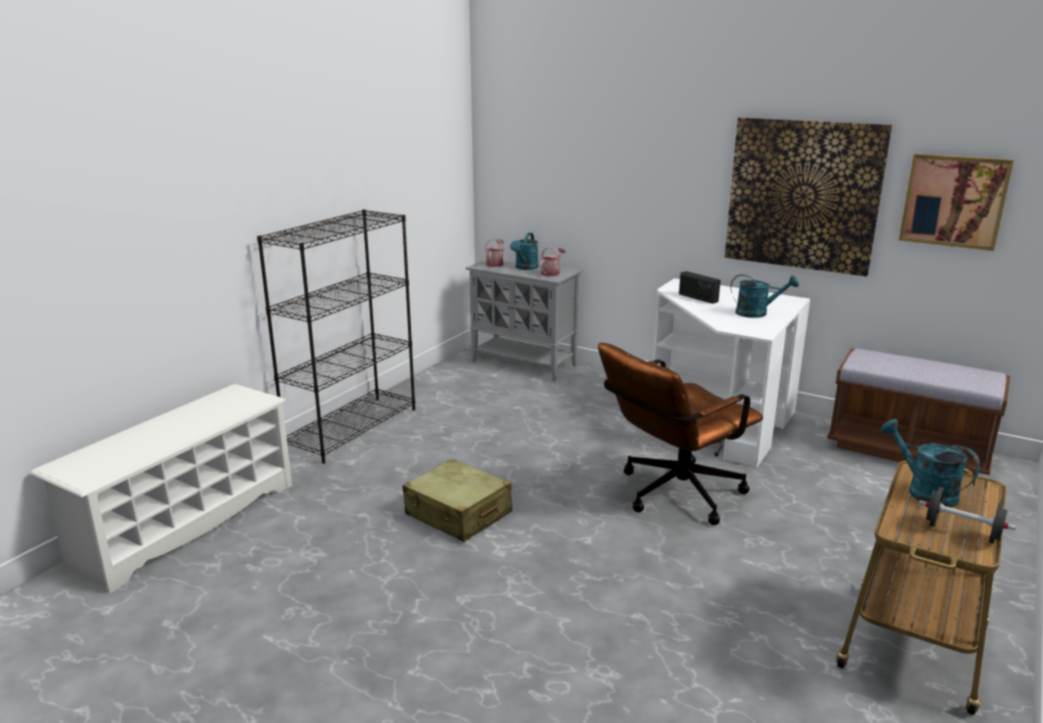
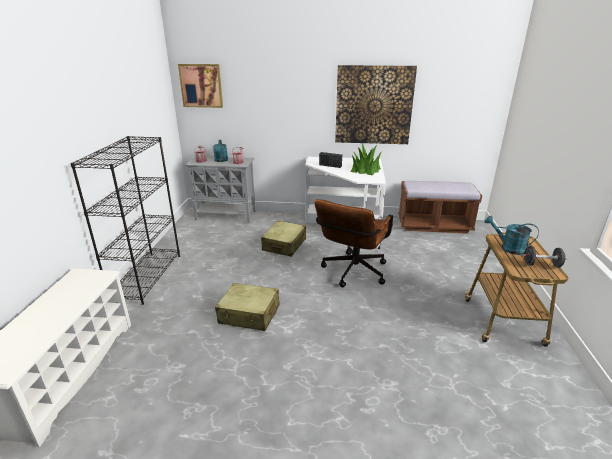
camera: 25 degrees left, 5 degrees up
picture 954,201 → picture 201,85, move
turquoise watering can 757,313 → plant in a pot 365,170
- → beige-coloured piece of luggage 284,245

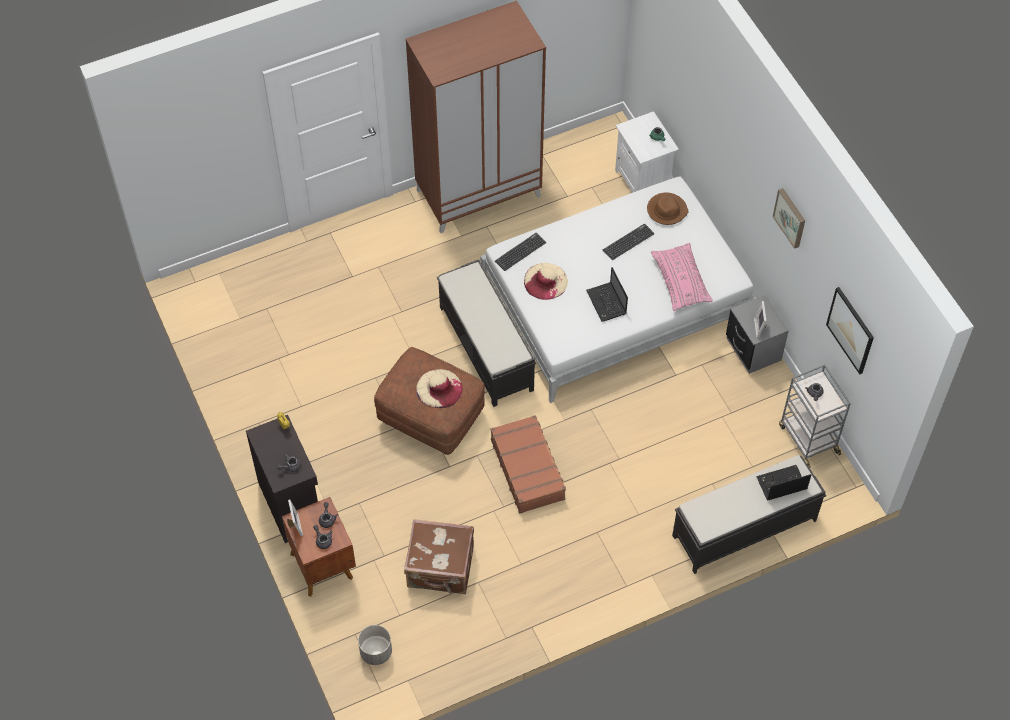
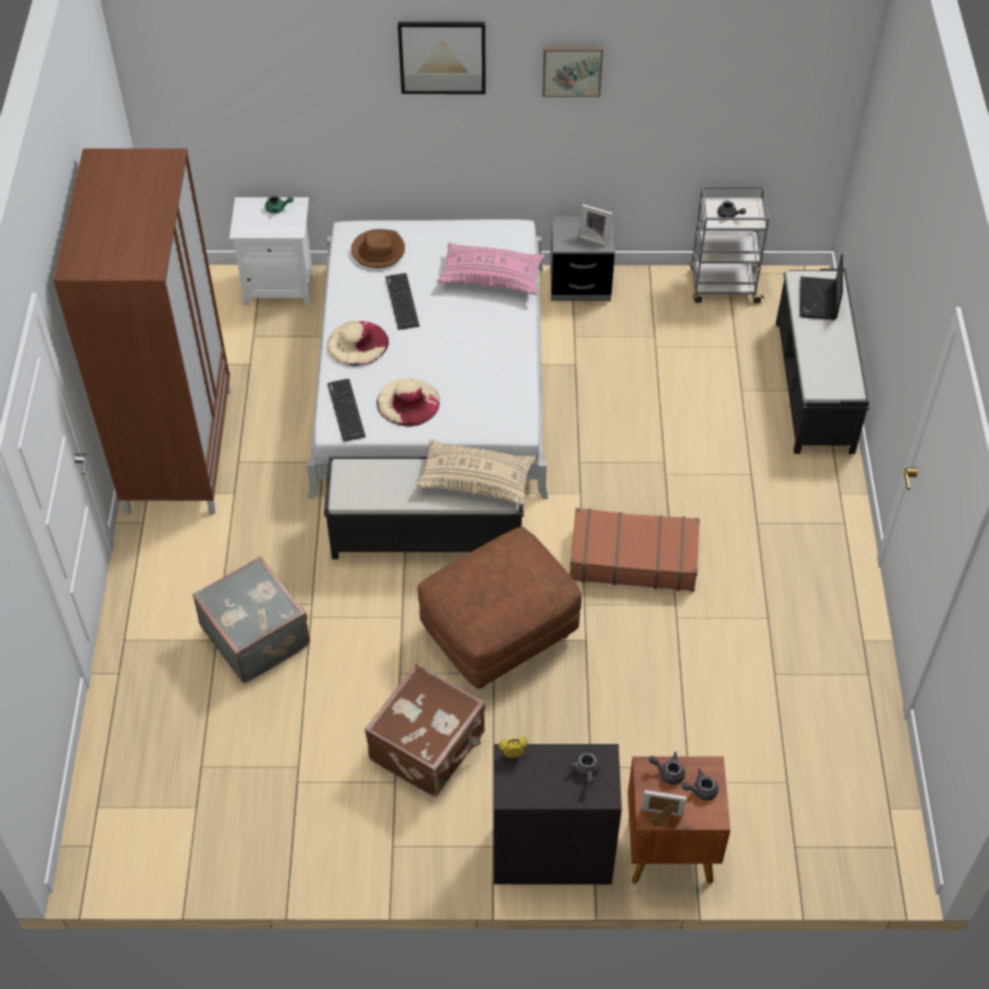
camera: 65 degrees left, 5 degrees down
portable computer 607,303 → -
picture 850,330 → picture 442,57, move
beige-coloured clothing hat 439,388 → beige-coloured clothing hat 357,343, move
brown piece of luggage 440,568 → brown piece of luggage 429,747, move
grey flower pot 375,652 → -
- → beige-coloured cushion 476,481
- → grey piece of luggage 257,635

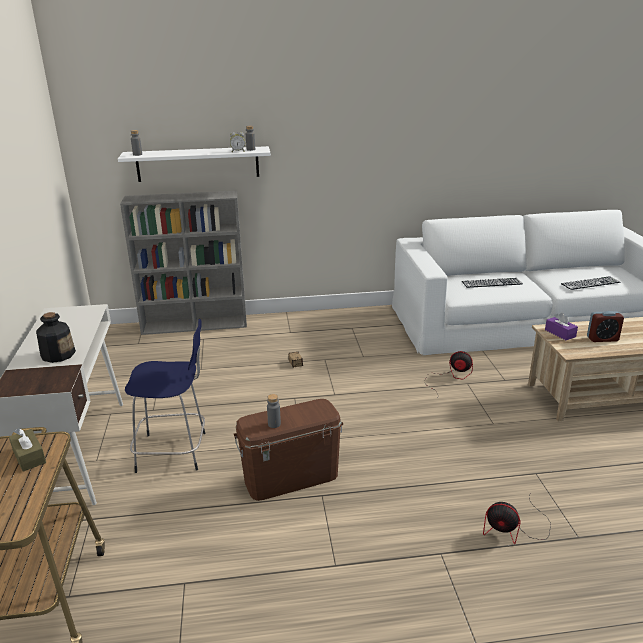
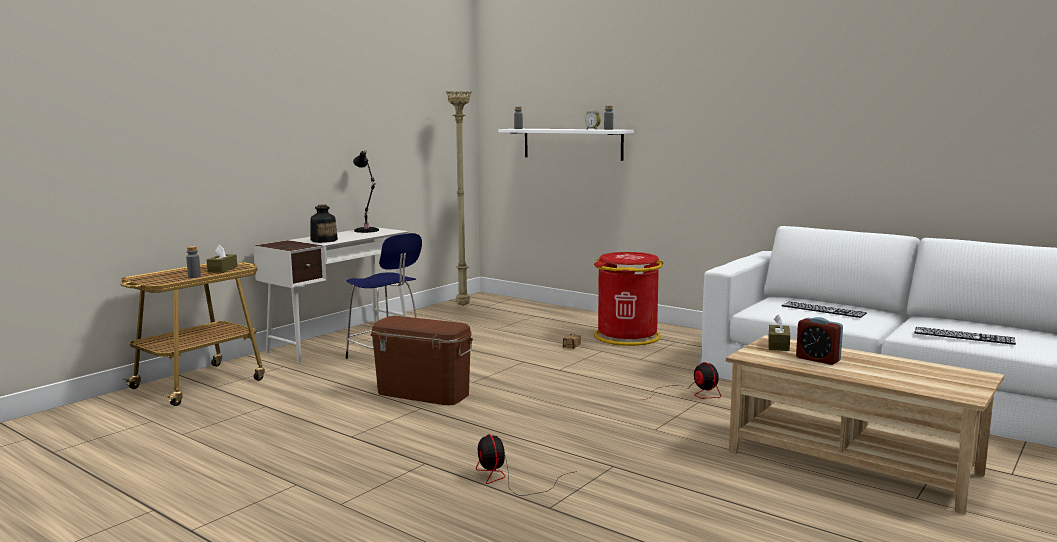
camera: 45 degrees right, 15 degrees down
grey bookcase 196,324 → -
purplish tissue holder 560,333 → brown tissue holder 778,345
grey drink bottle 274,424 → grey drink bottle 194,276, move
- → beige-coloured standing lamp 464,305
- → black tabletop lamp 367,231
- → reddish rubbish bin 627,336

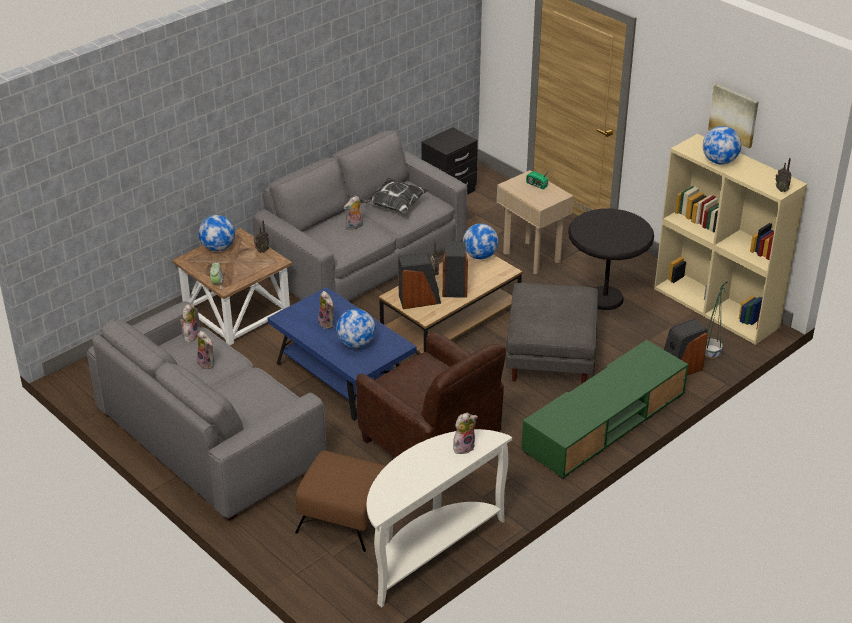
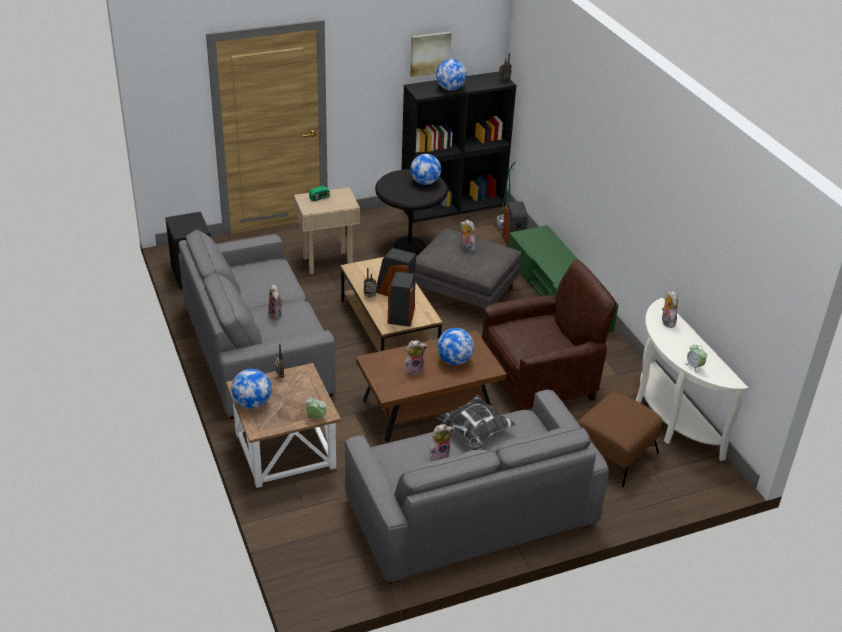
camera: 70 degrees left, 0 degrees up
beige-coloured bookcase 717,307 → black bookcase 453,205
cushion 394,206 → cushion 475,432, move
desk globe 480,256 → desk globe 425,182, move
bluish low table 342,377 → brown low table 428,408
soft toy 190,336 → soft toy 466,247, move
- → alarm clock 694,366

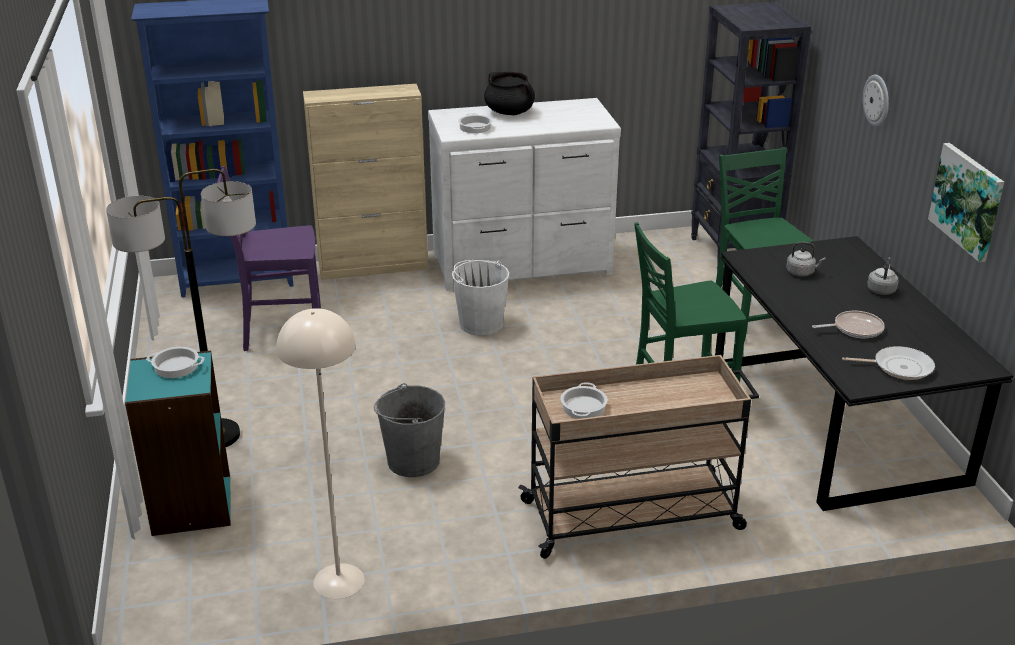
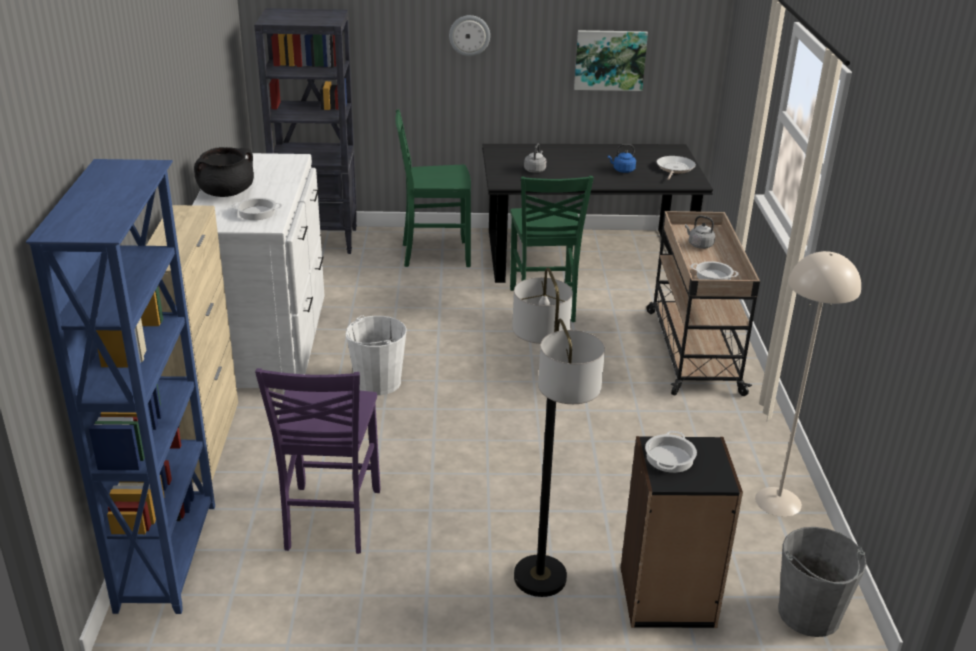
camera: 80 degrees left, 0 degrees up
grey water kettle 881,290 → grey water kettle 699,245, move
frying pan 855,329 → bluish water kettle 622,170
turquoise bookcase 190,506 → black bookcase 667,597
grey pail 413,461 → grey pail 809,614, move

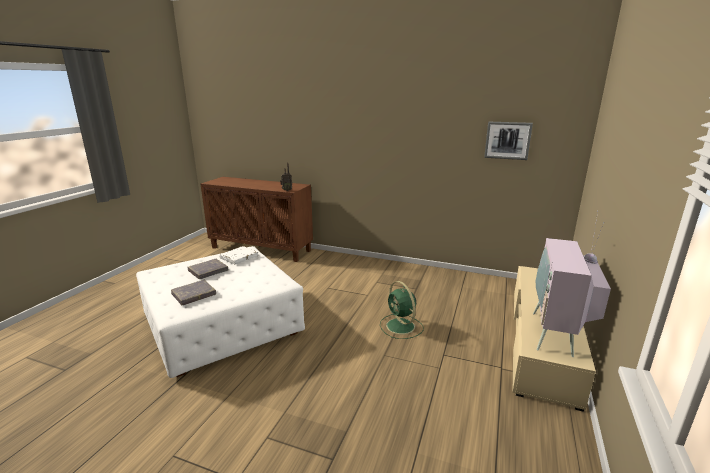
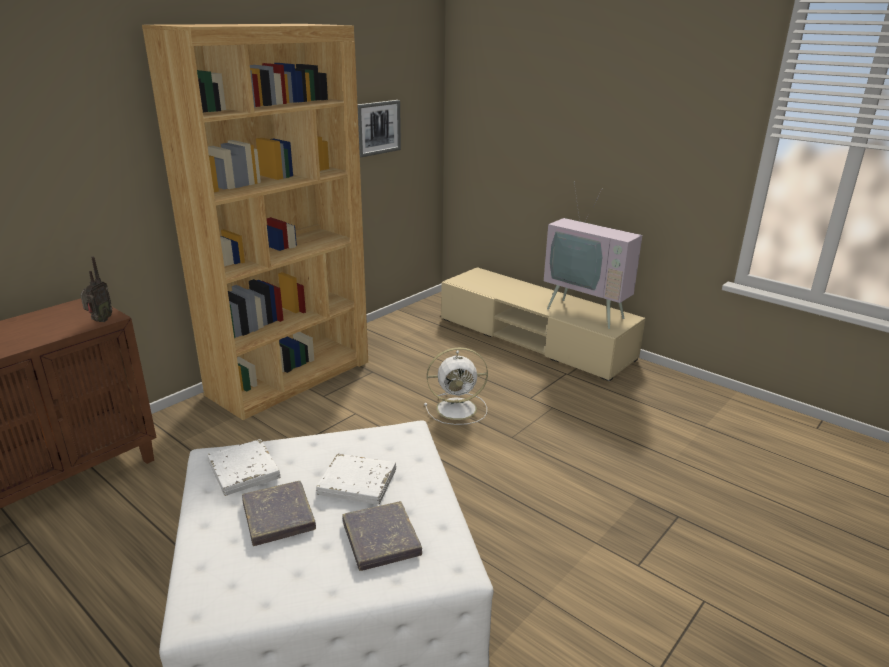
camera: 70 degrees left, 5 degrees up
greenish fan 401,327 → whitish fan 458,409
- → brown bookcase 290,377
- → whitish volume 357,483

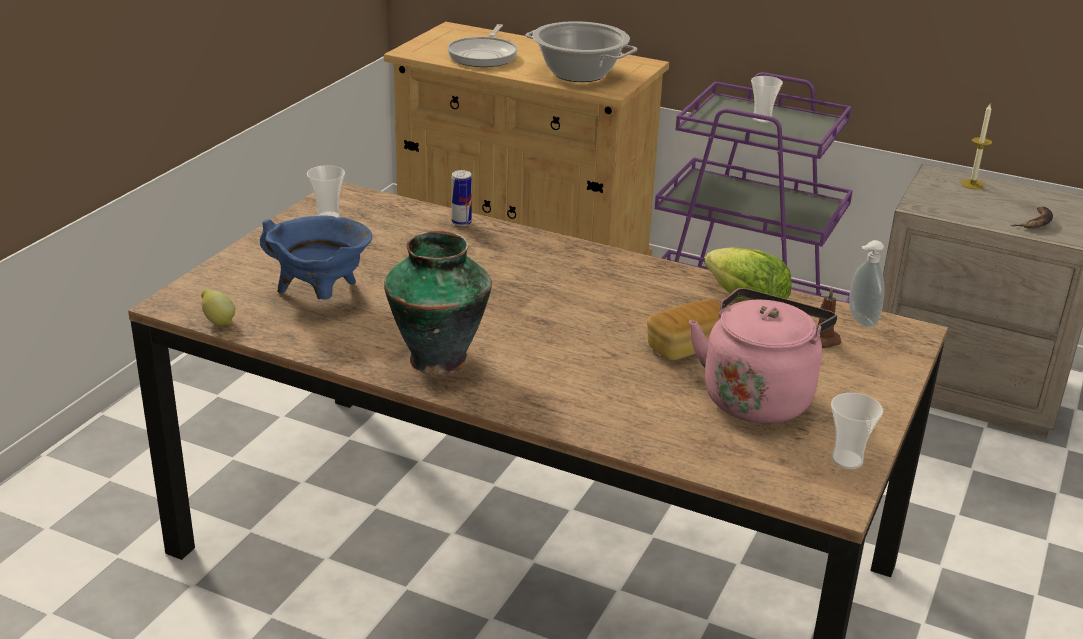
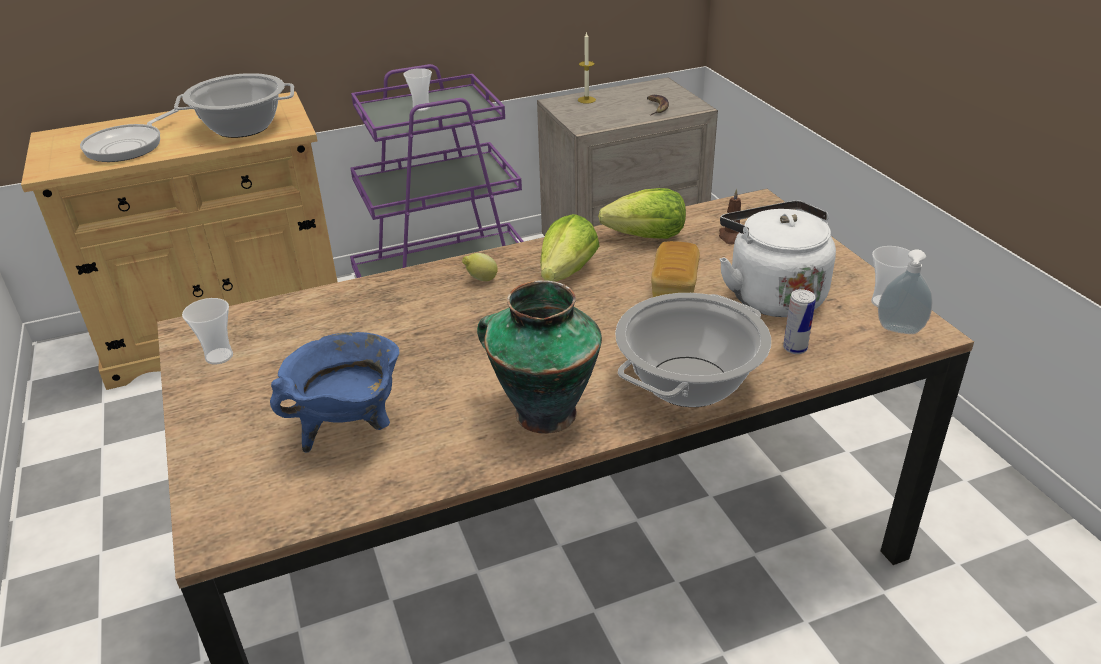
camera: 45 degrees left, 5 degrees up
frying pan 484,55 → frying pan 128,146, 60 degrees clockwise
can 461,222 → can 795,348, move
soap bottle 860,320 → soap bottle 899,331, move
pink water kettle 758,396 → whitish water kettle 772,295
lemon 218,322 → lemon 481,280, move
- → head of lettuce 567,273
- → cooking pot 689,383

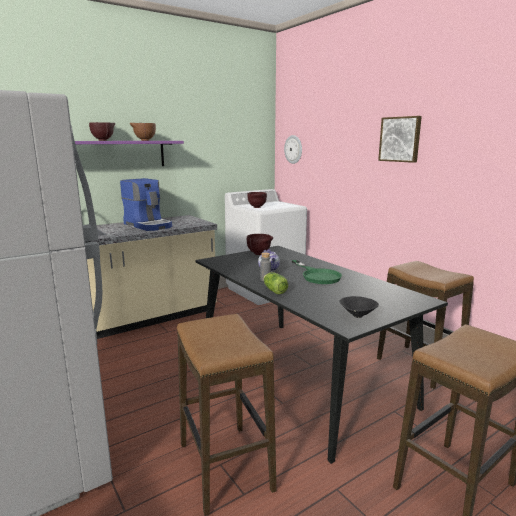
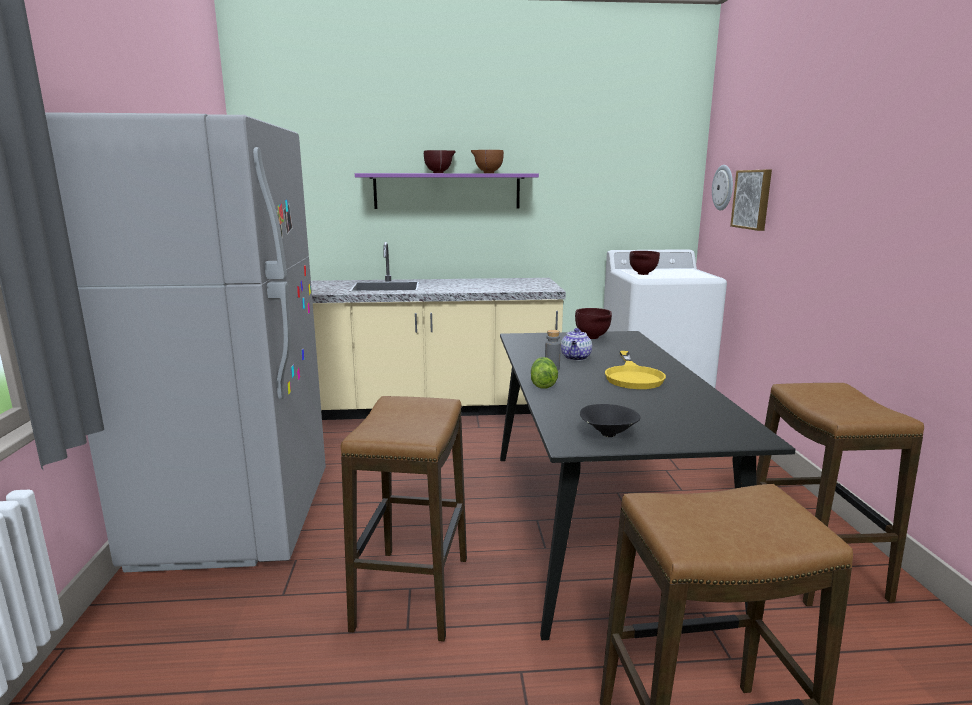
camera: 30 degrees right, 0 degrees up
picture 400,139 → picture 753,199, move
coffee brewer 148,225 → -
greenish frying pan 317,276 → yellow-coloured frying pan 633,376

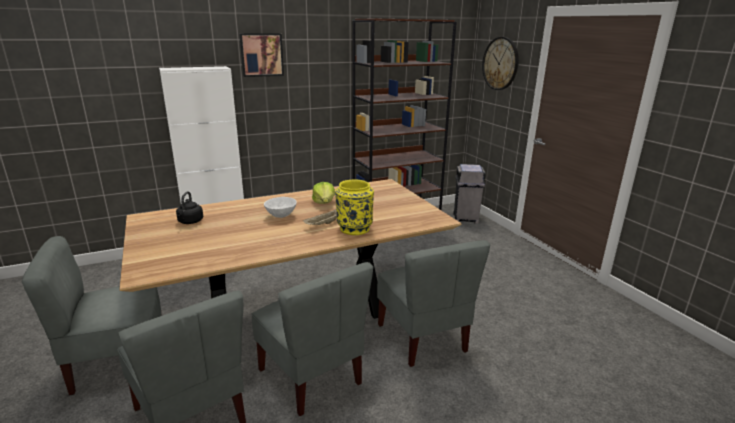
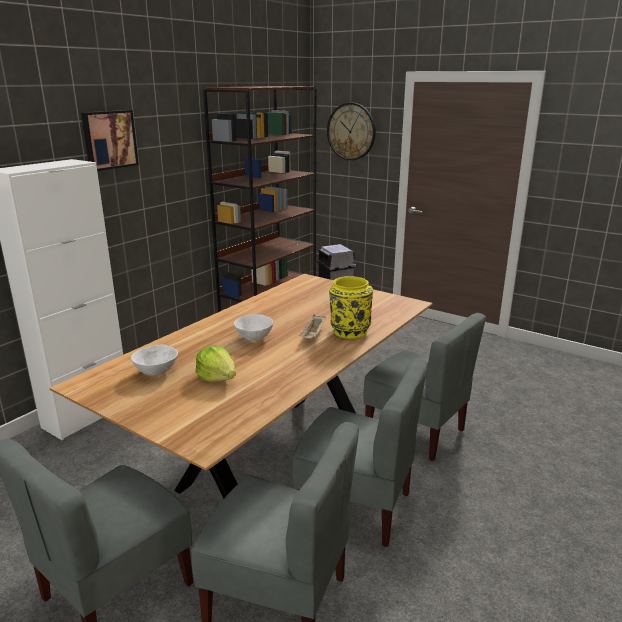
camera: 30 degrees left, 0 degrees up
head of lettuce 324,203 → head of lettuce 217,377, move
black water kettle 190,222 → whitish bowl 157,373

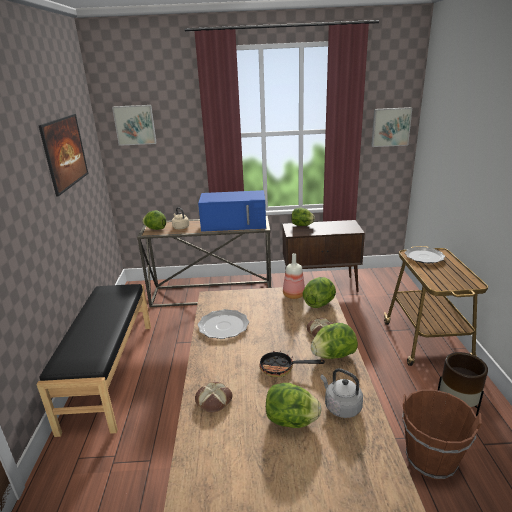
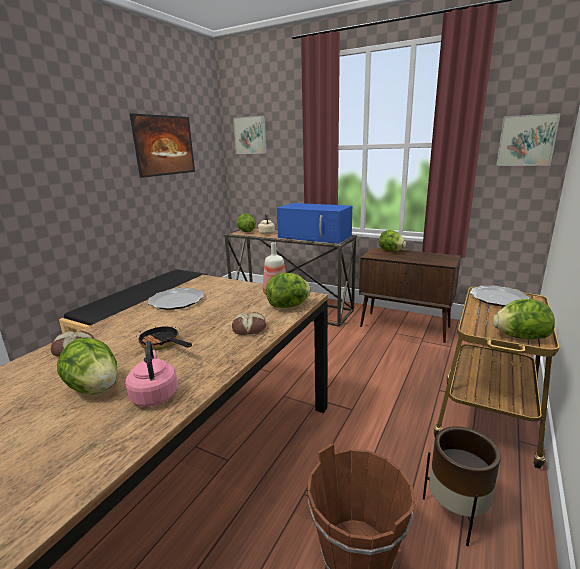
camera: 30 degrees right, 5 degrees down
head of lettuce 333,355 → head of lettuce 520,337, move
grey water kettle 341,406 → pink water kettle 154,395

